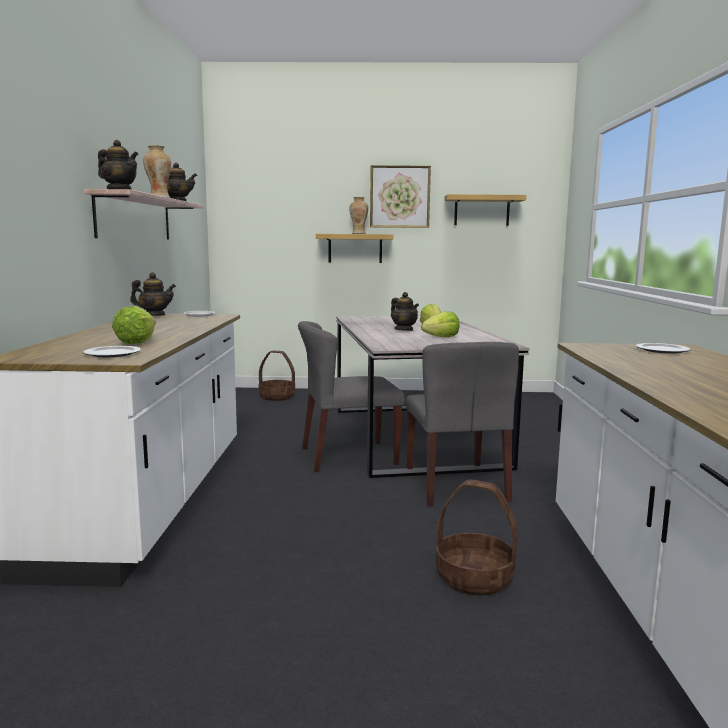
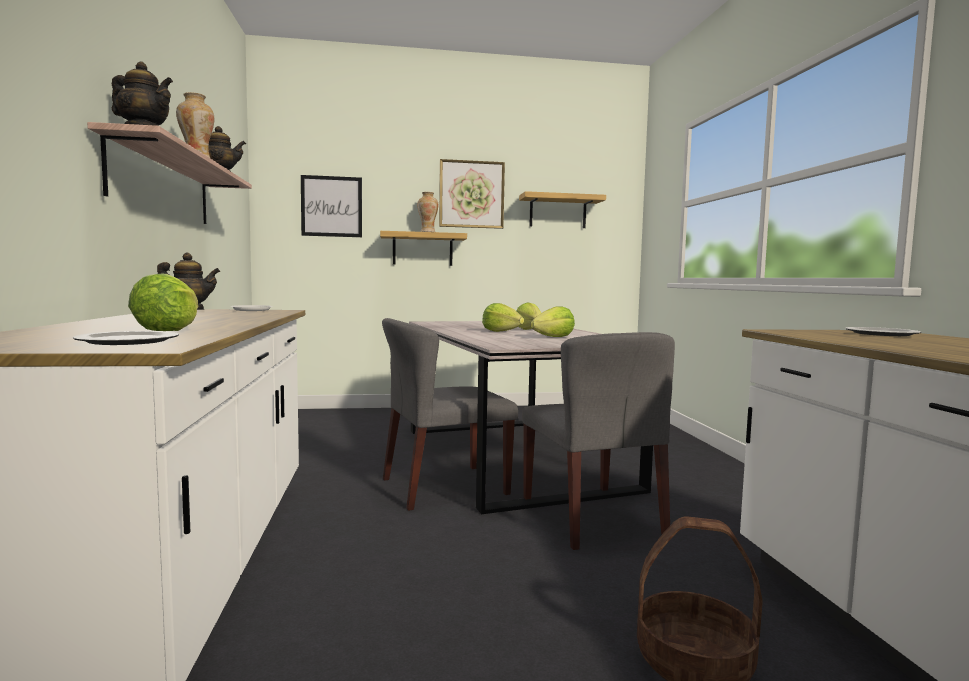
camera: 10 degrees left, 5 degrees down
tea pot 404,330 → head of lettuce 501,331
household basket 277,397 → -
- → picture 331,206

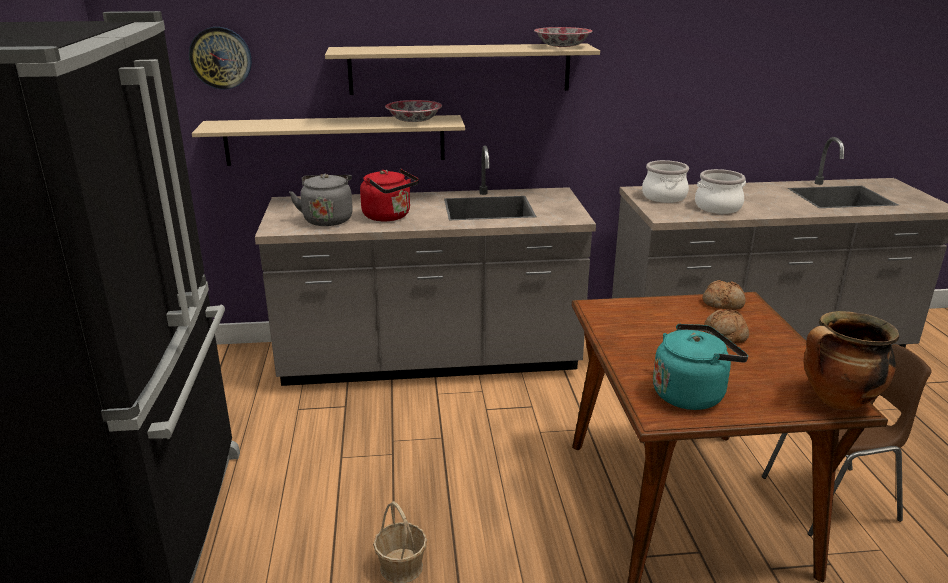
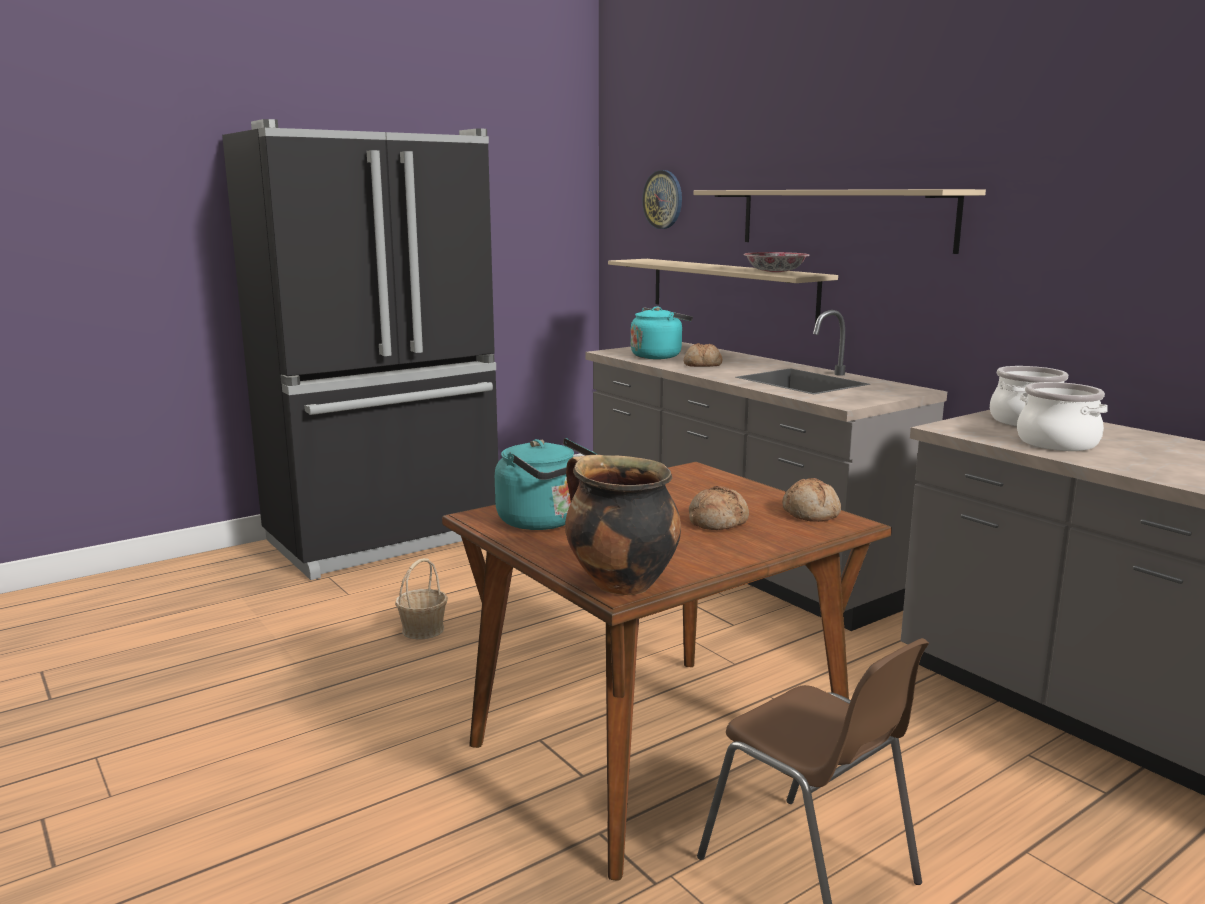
camera: 60 degrees right, 10 degrees down
bowl 562,46 → -
reddish water kettle 389,216 → bread 702,365
grey water kettle 328,219 → turquoise water kettle 658,356

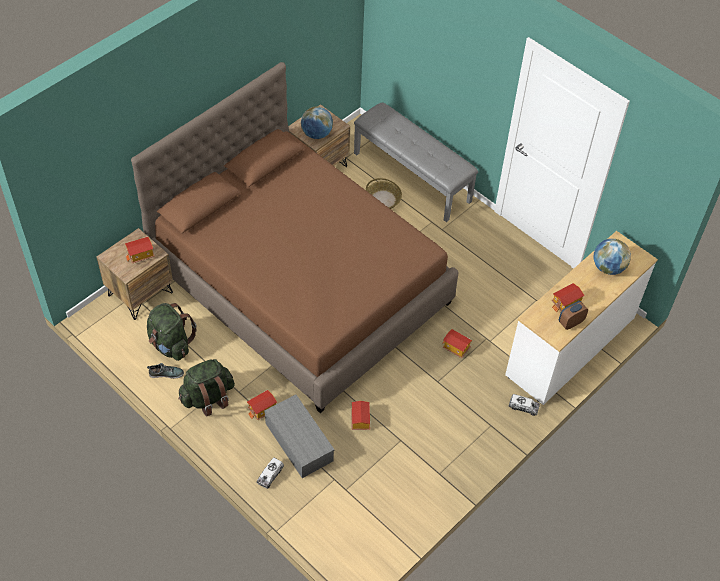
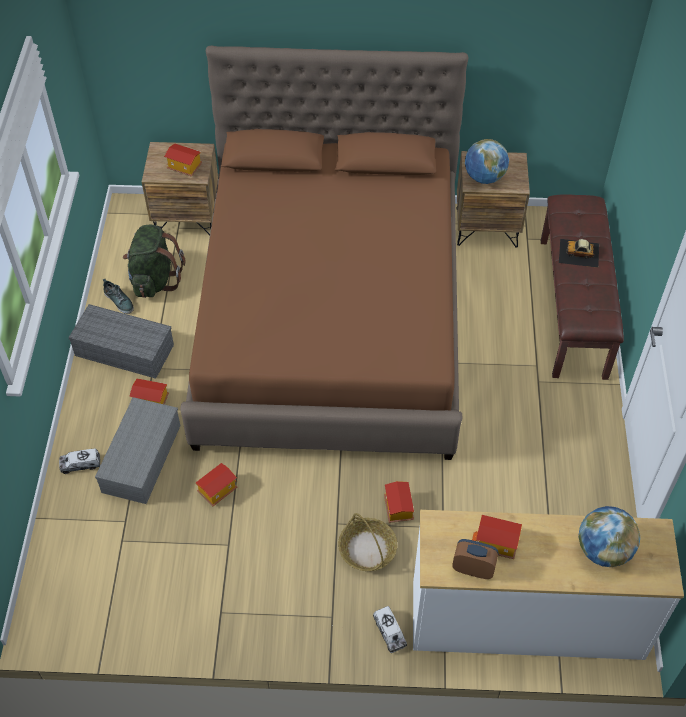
camera: 50 degrees right, 0 degrees up
grey long seat 412,177 → brown long seat 573,307
household basket 383,199 → household basket 367,549, move
greenish backpack 208,398 → grey storage bin 122,350
- → model car 579,253

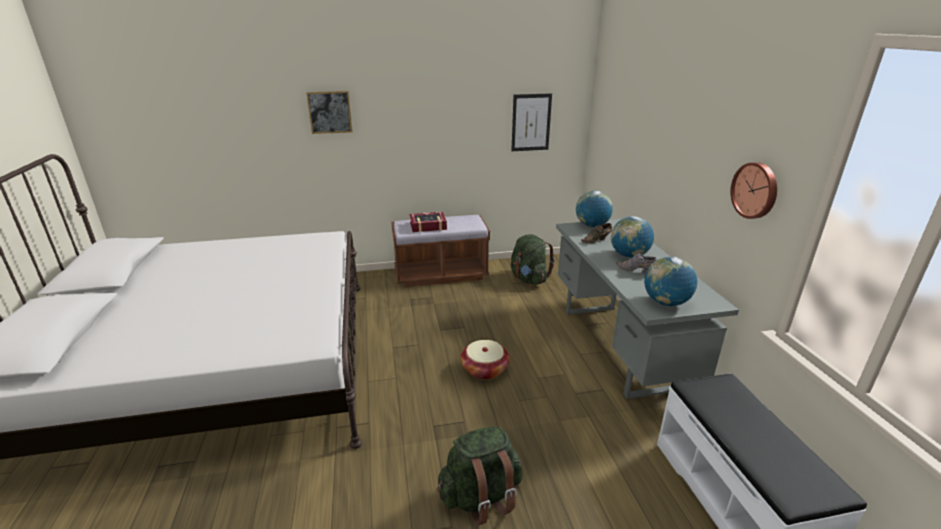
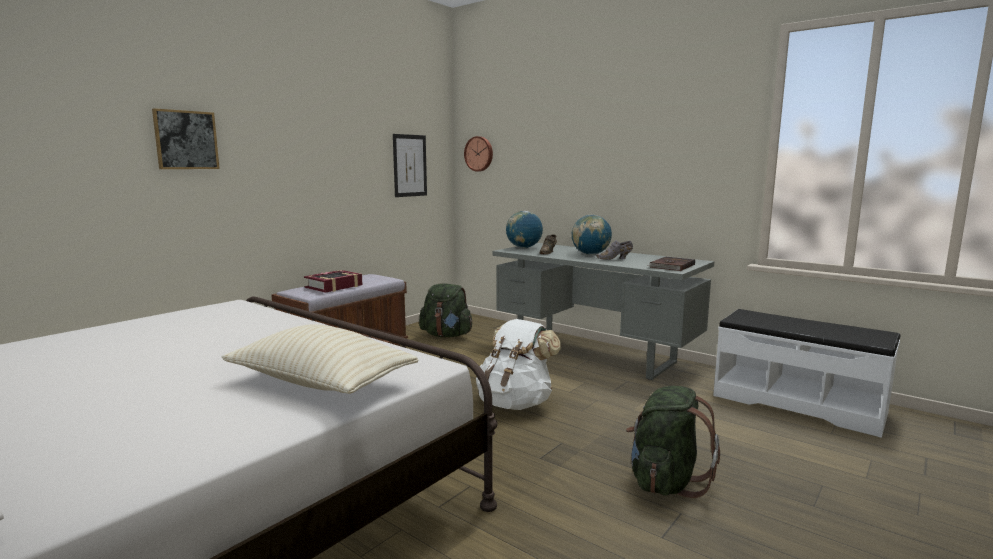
camera: 40 degrees left, 15 degrees down
wall clock 755,190 → wall clock 479,154, move
desk globe 666,302 → brown volume 671,266
household basket 484,369 → whitish backpack 515,403
- → beige-coloured cushion 321,383

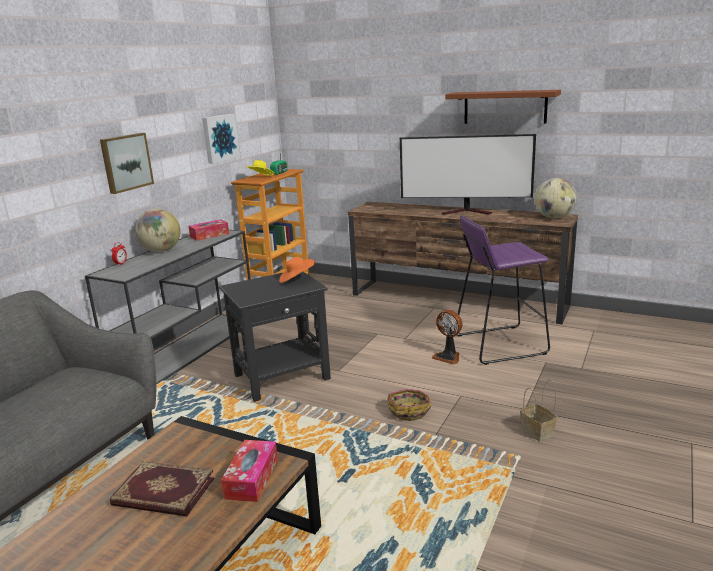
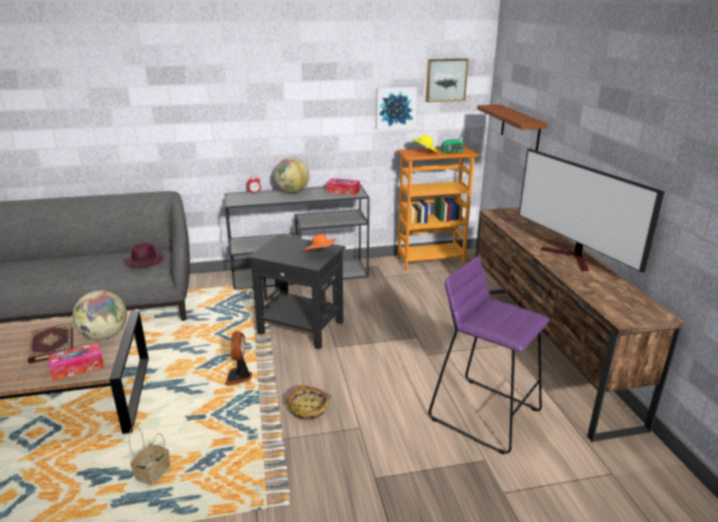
camera: 50 degrees right, 5 degrees up
brown shelf 505,107 → brown shelf 520,128, move
picture 125,162 → picture 445,80, move
desk globe 554,217 → desk globe 104,336, move
fan 448,357 → fan 239,377, move
household basket 538,432 → household basket 153,474, move
- → purplish clothing hat 145,260

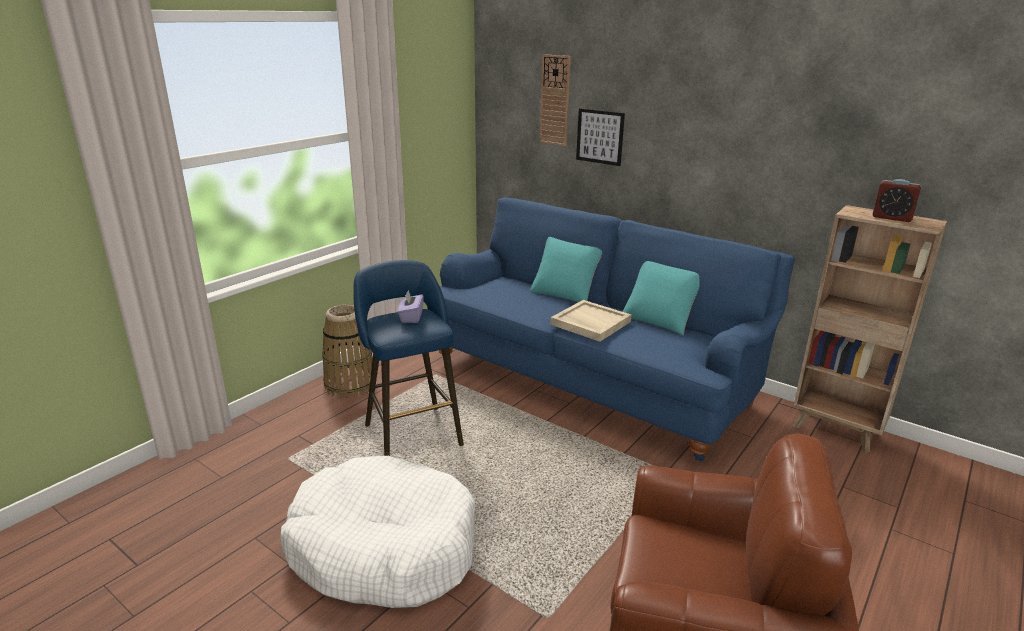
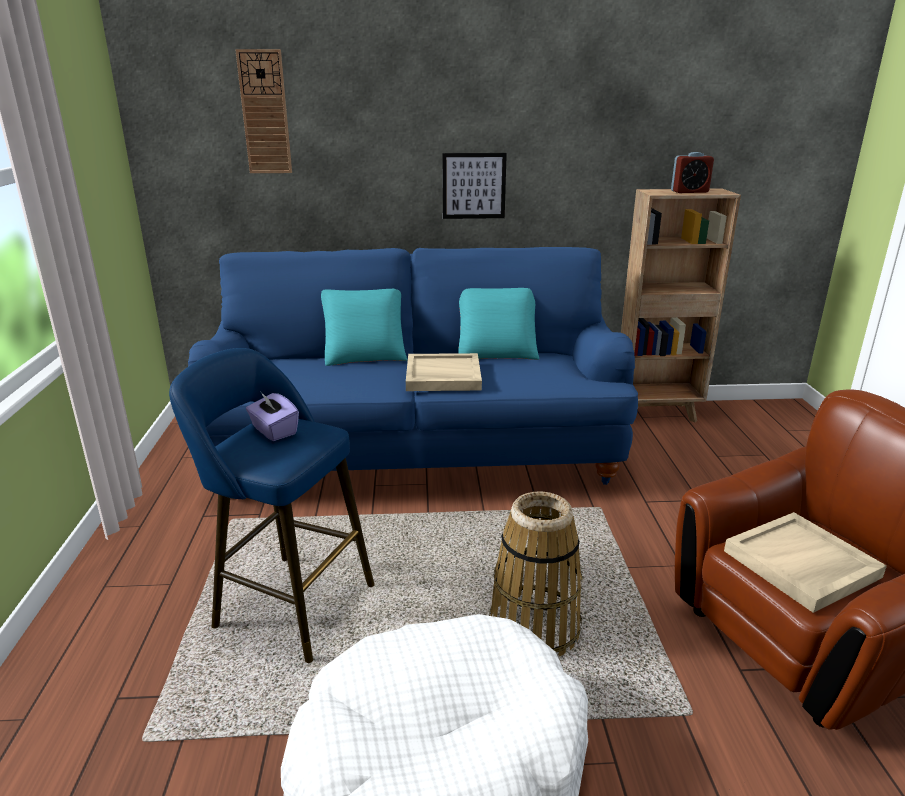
camera: 40 degrees left, 0 degrees up
picture 600,136 → picture 474,186, move
household basket 350,384 → household basket 534,627, move
- → beige-coloured carrying tray 801,565

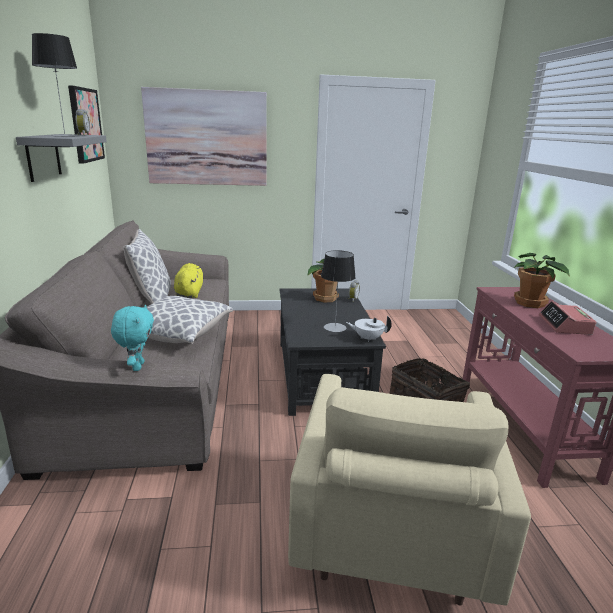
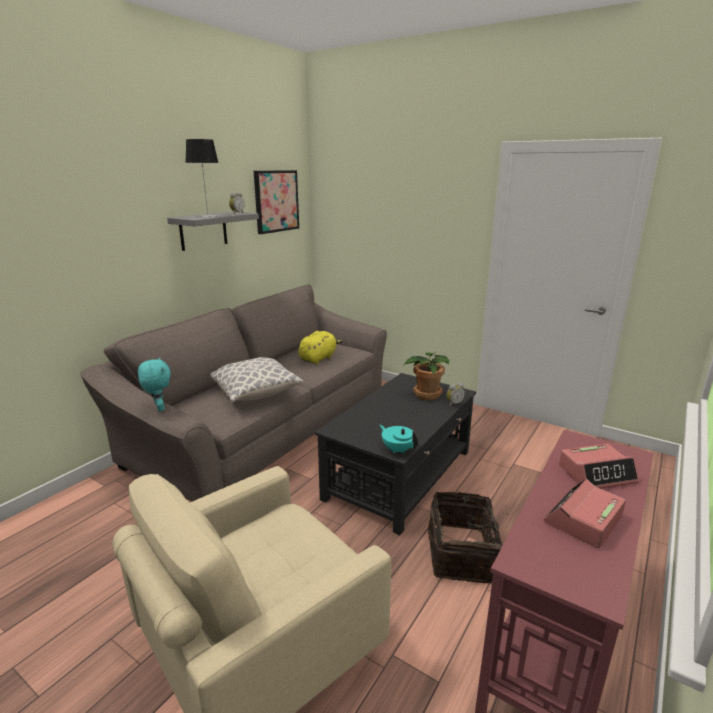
camera: 40 degrees right, 0 degrees up
picture 207,138 → -
cushion 152,299 → -
tabletop lamp 335,327 → -
plant in a pot 530,303 → alarm clock 596,474
turquoise soft toy 137,366 → turquoise soft toy 159,408, 60 degrees counterclockwise
whitish tea pot 368,338 → turquoise tea pot 398,449

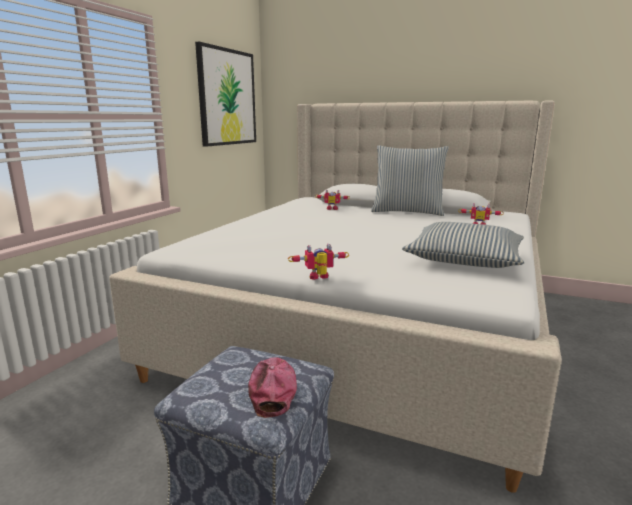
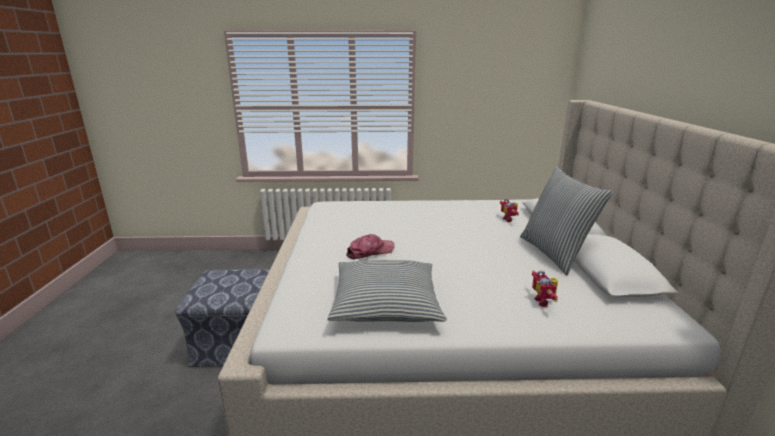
camera: 65 degrees right, 5 degrees up
picture 227,97 → -
robot figure 319,278 → -
peaked cap 273,390 → peaked cap 370,252, move

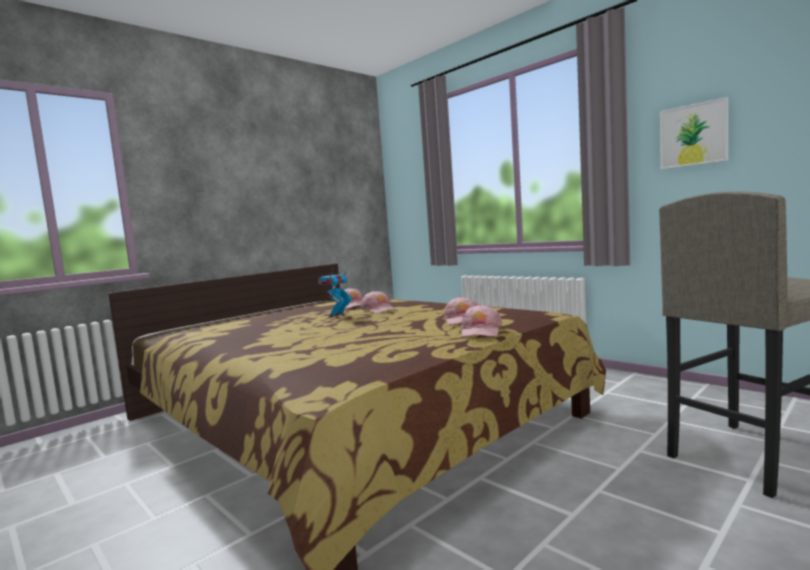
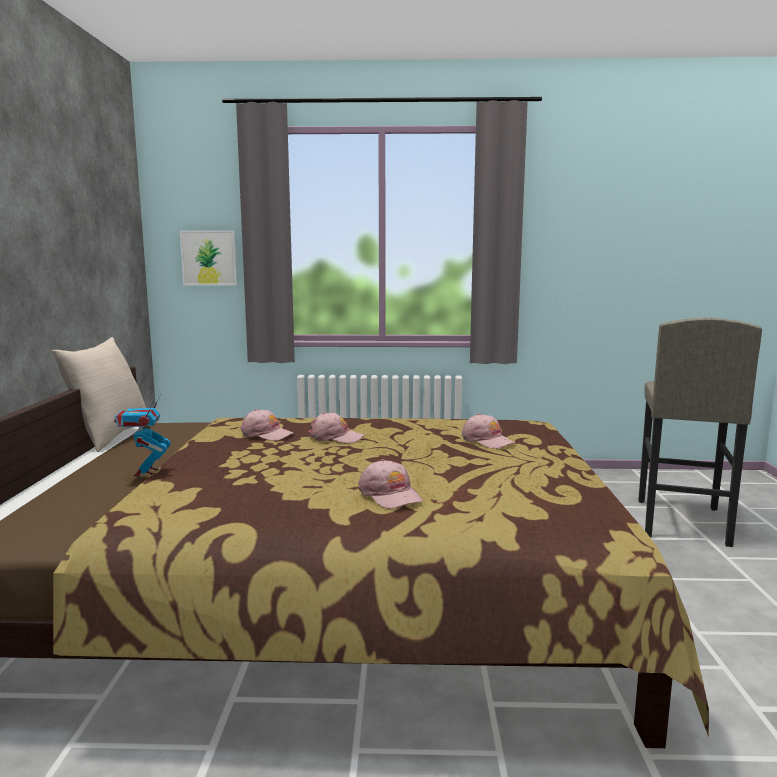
camera: 45 degrees left, 5 degrees up
picture 693,135 → picture 209,258, move
robot figure 337,316 → robot figure 146,472, move
pink peaked cap 480,331 → pink peaked cap 390,495, move
- → beige-coloured cushion 109,437

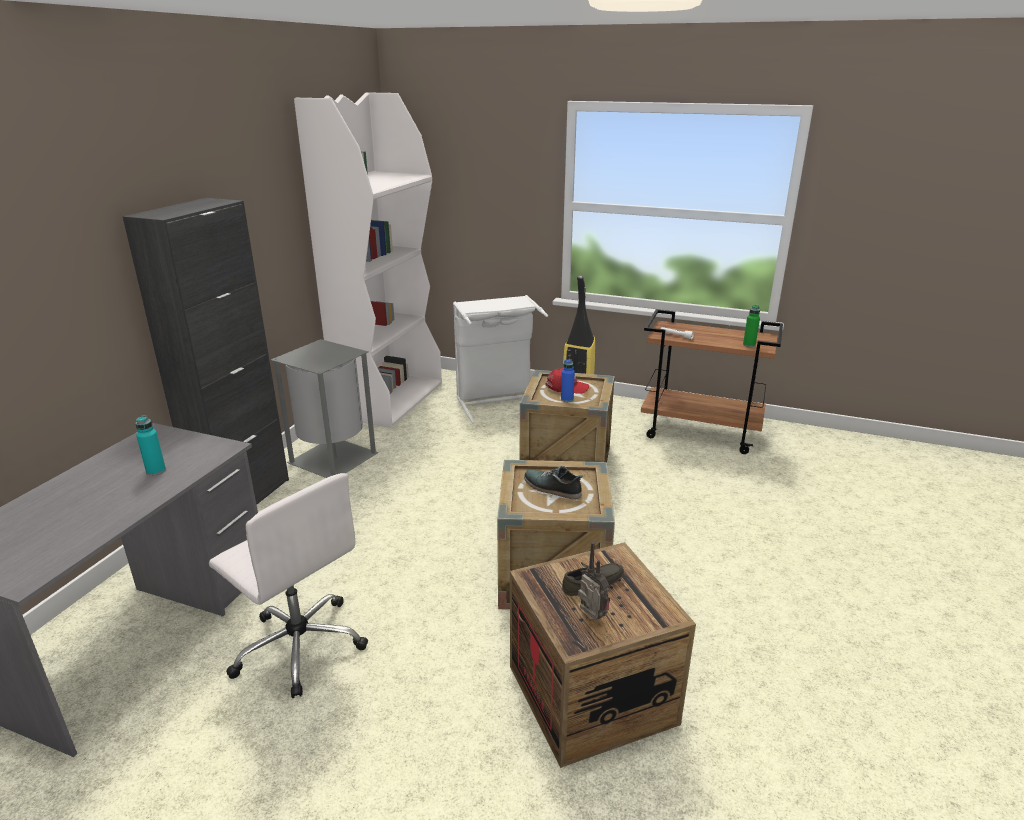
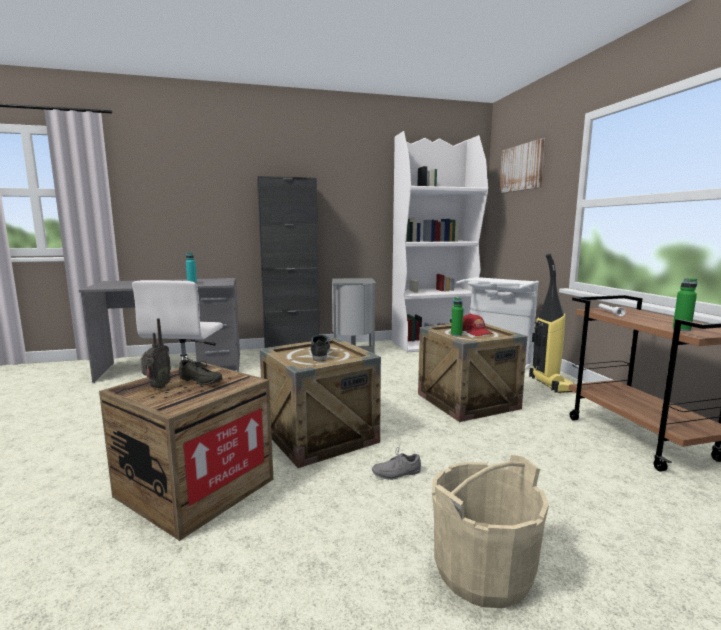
camera: 55 degrees right, 15 degrees down
bluish drink bottle 567,399 → greenish drink bottle 456,335
- → picture 522,168
- → grey low shoe 395,472
- → beige-coloured pail 483,571

